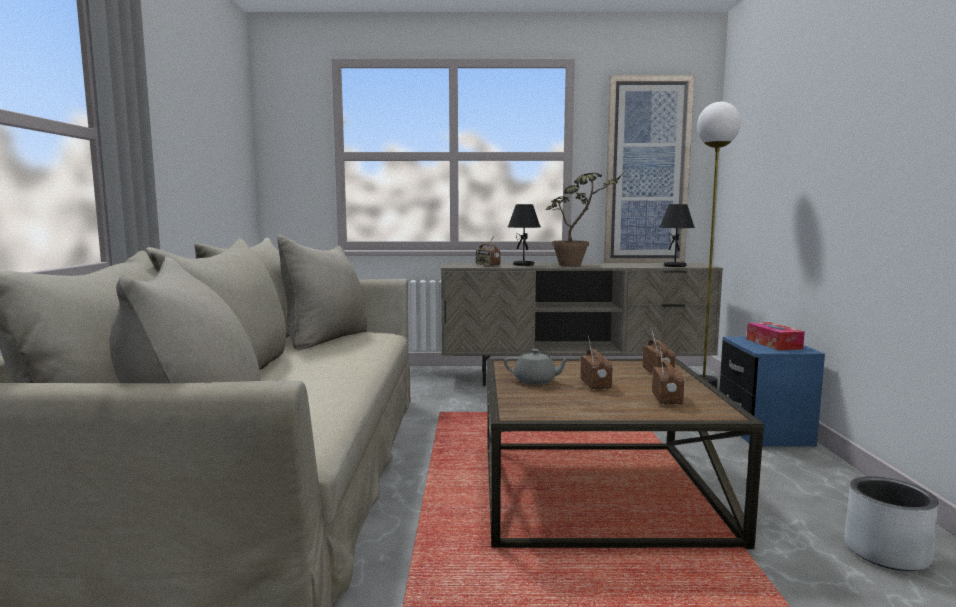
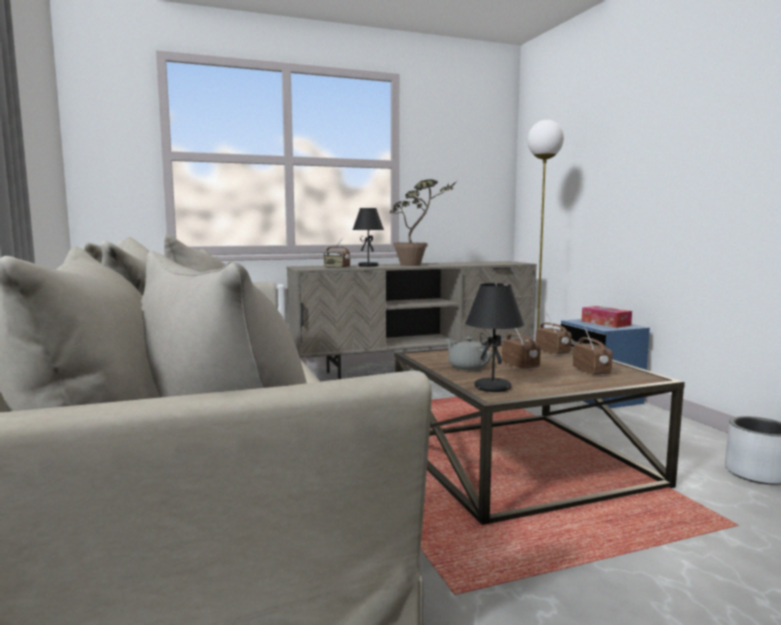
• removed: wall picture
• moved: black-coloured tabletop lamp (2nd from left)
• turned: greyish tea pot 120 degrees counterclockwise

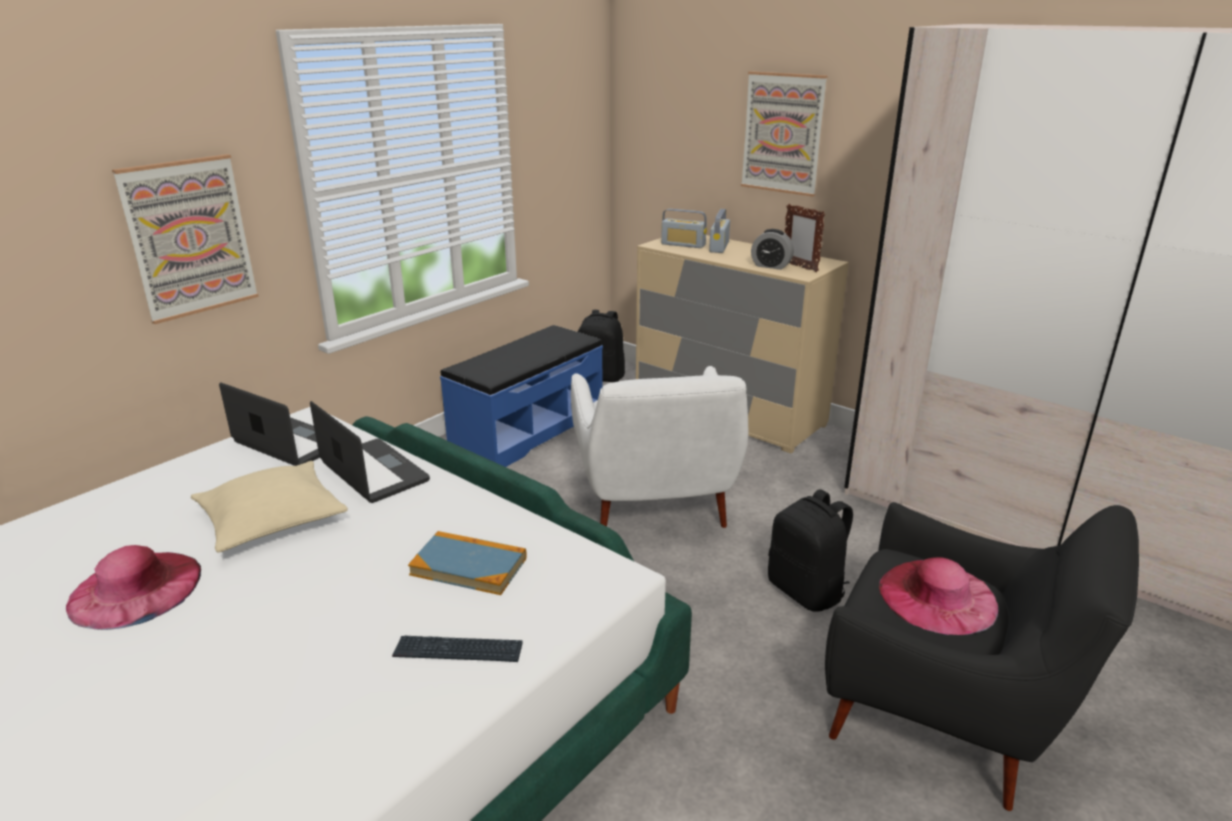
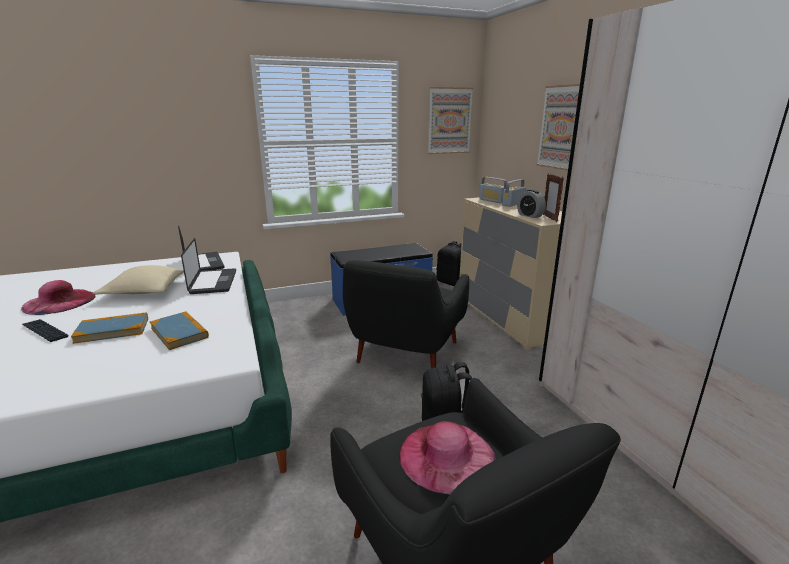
• added: bound book (1st from left)
• moved: wall picture (1st from left)
• moved: PC keyboard
• recoloured: whitish easy chair to black-coloured easy chair (1st from left)

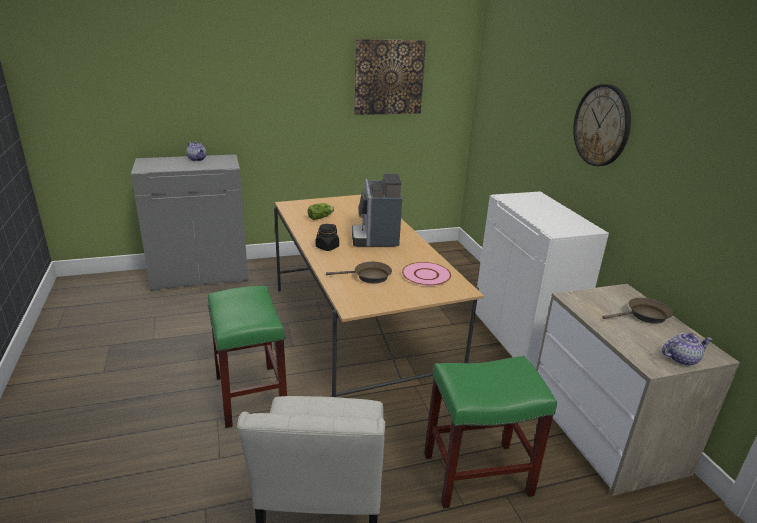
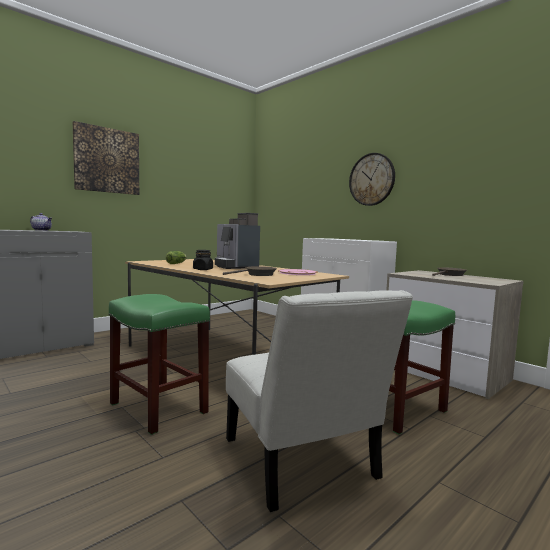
• removed: tea pot (2nd from left)
• moved: wall picture

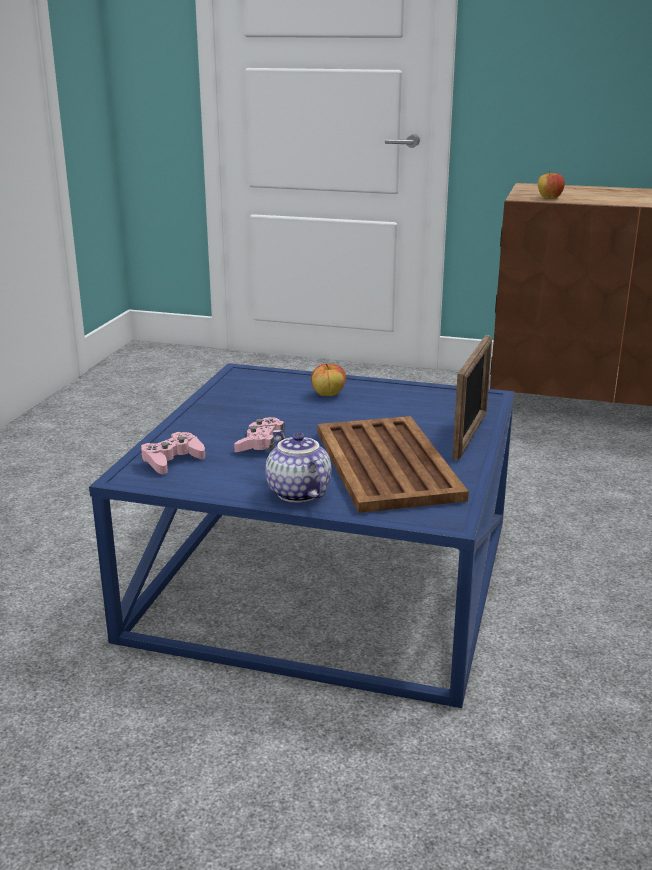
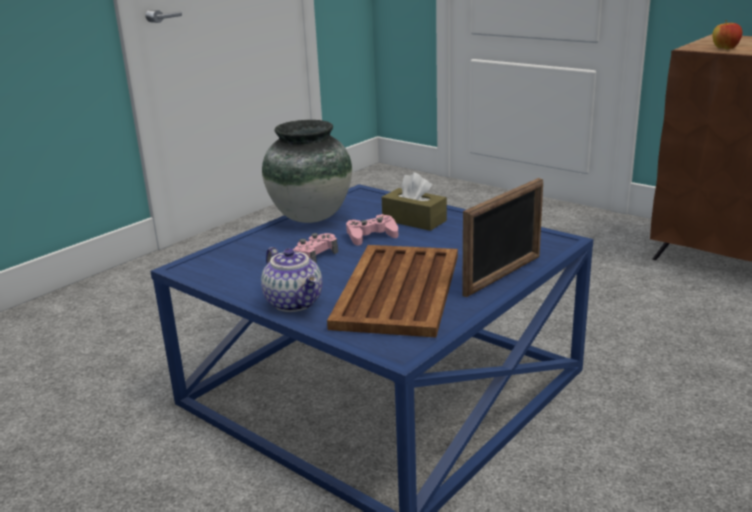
• added: decorative vase
• moved: pink game controller (1st from left in the first image) to pink game controller (2nd from left)
• replaced: whole apple (1st from left) to brownish box of tissues
• turned: tea pot 150 degrees clockwise

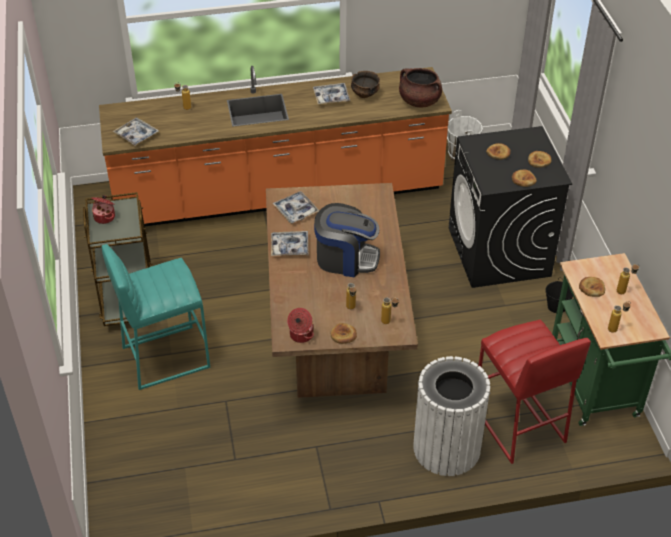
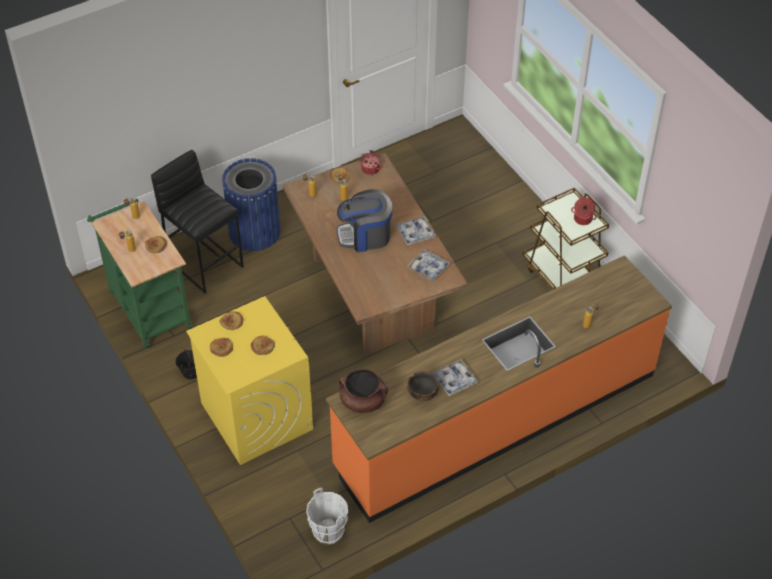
• removed: turquoise-coloured stool seat
• removed: serving tray (1st from left)
• recoloured: whitish waste bin to bluish waste bin
• recoloured: black-coloured laundry appliance to yellow laundry appliance
• recoloured: red stool seat to black-coloured stool seat

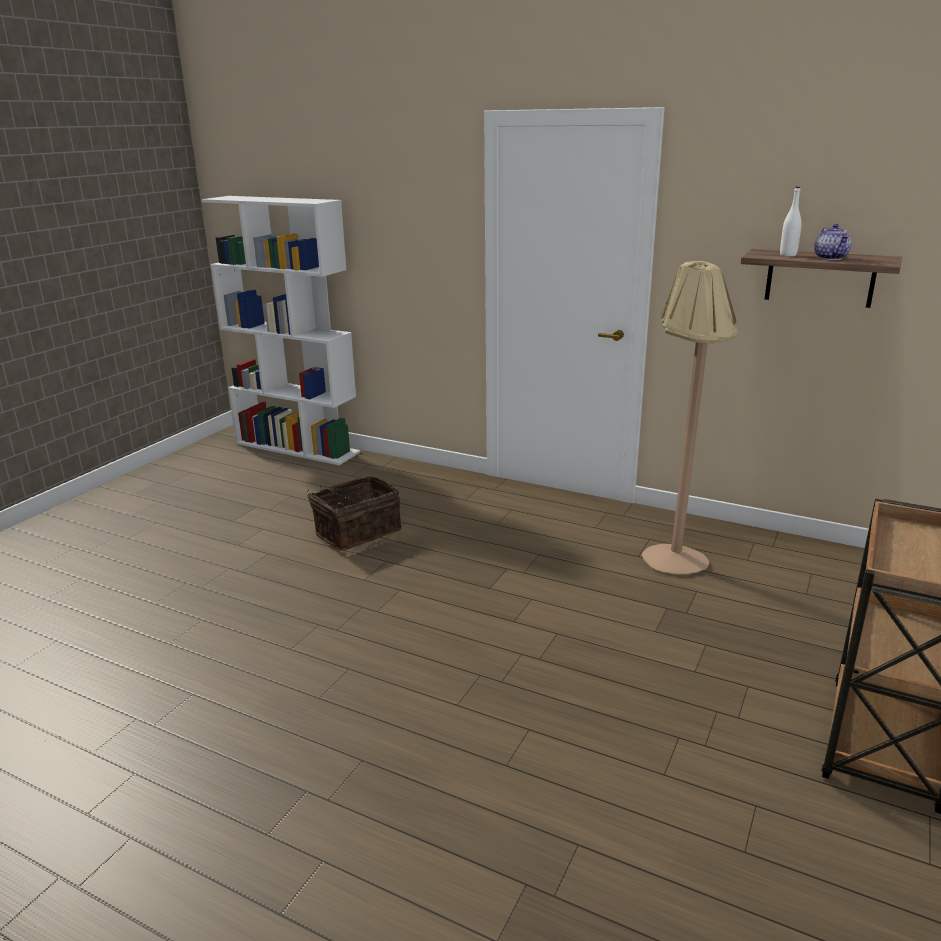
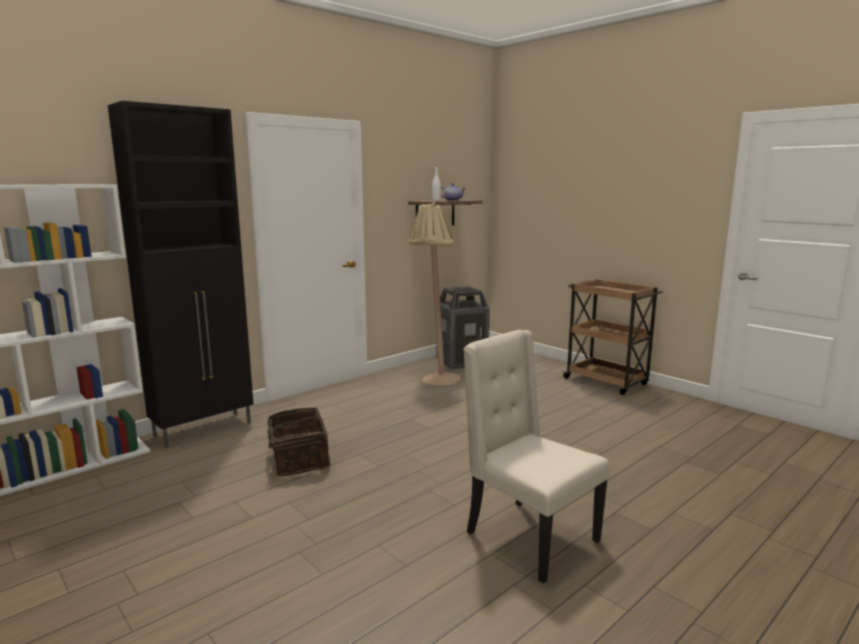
• added: black-coloured storage cabinet
• added: waste bin
• added: beige upright chair

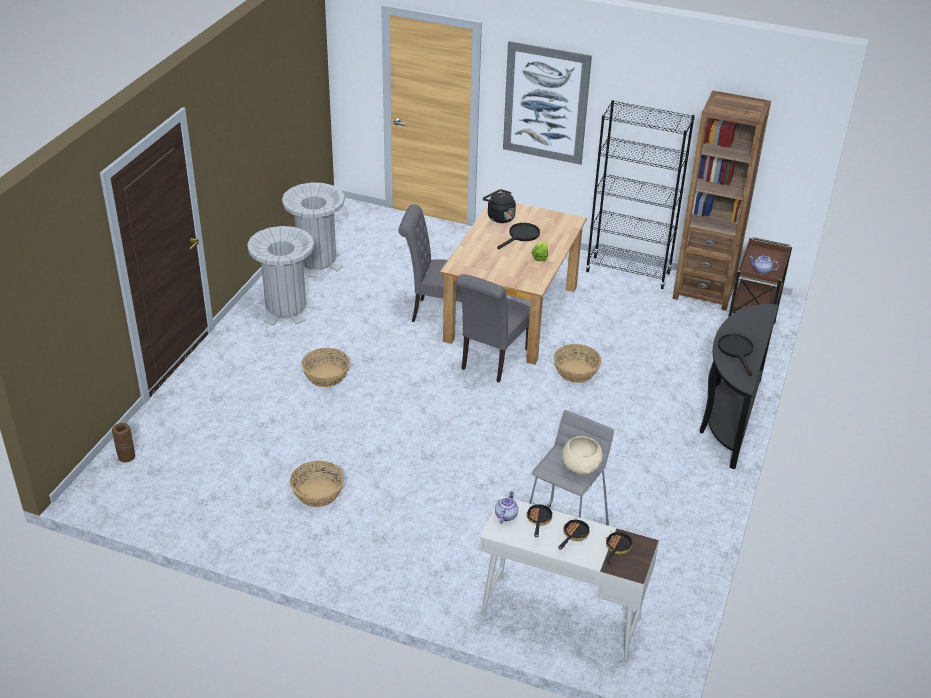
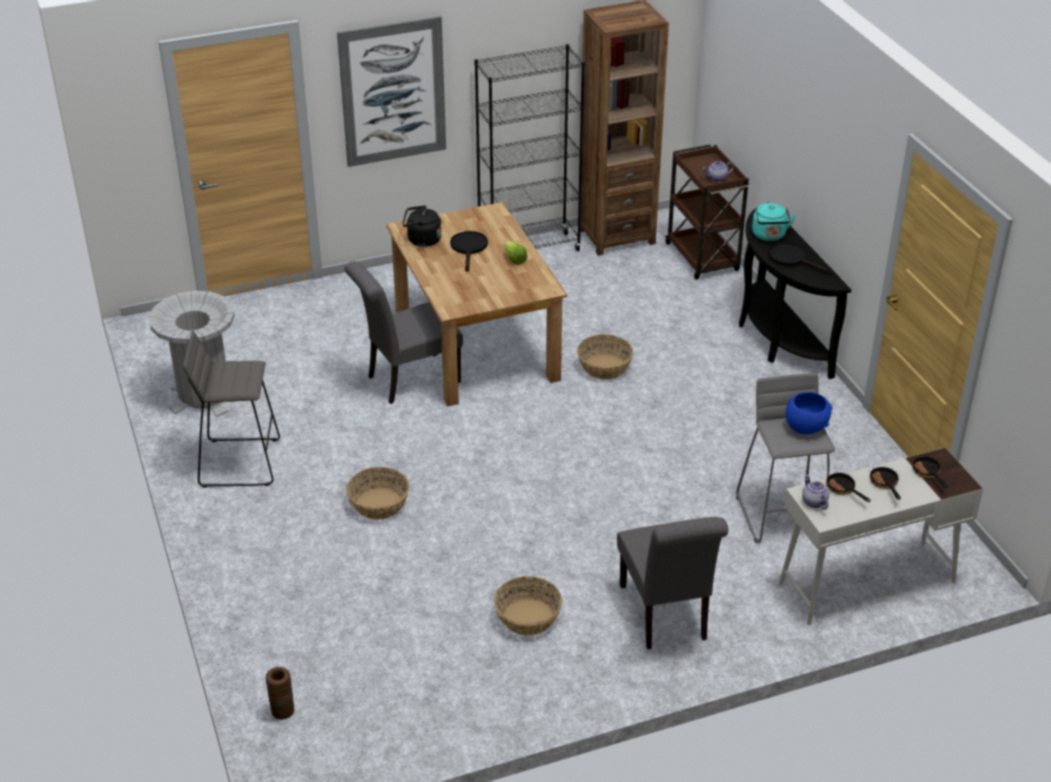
• added: turquoise-coloured water kettle
• moved: greyish upright chair (2nd from left)
• replaced: greyish waste bin (1st from left) to greyish stool seat (1st from left)
• recoloured: beige serving bowl to bluish serving bowl

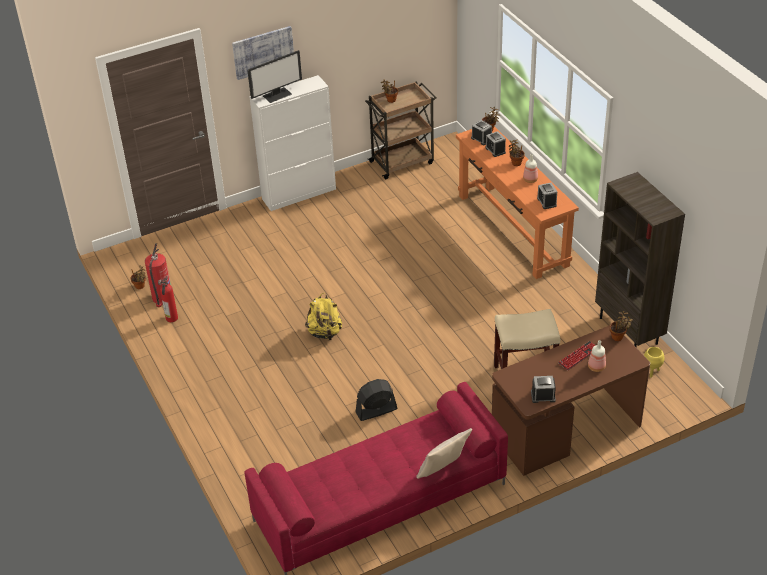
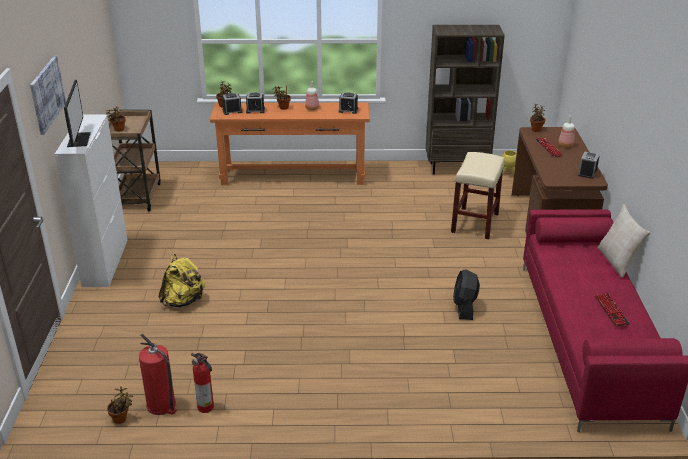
• added: PC keyboard (2nd from left)
• moved: yellow rucksack

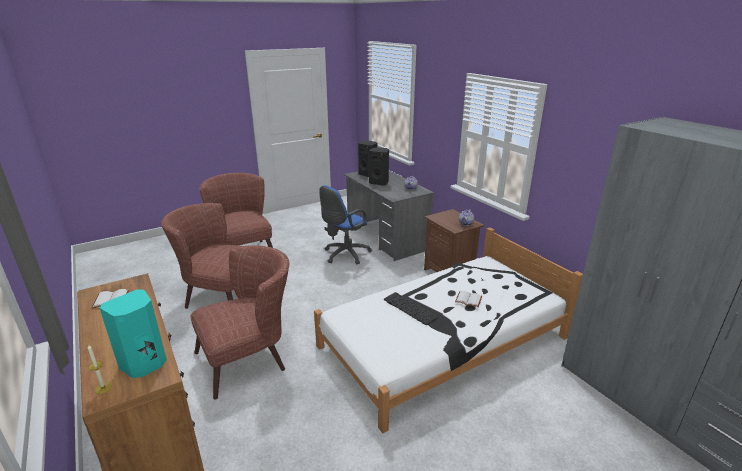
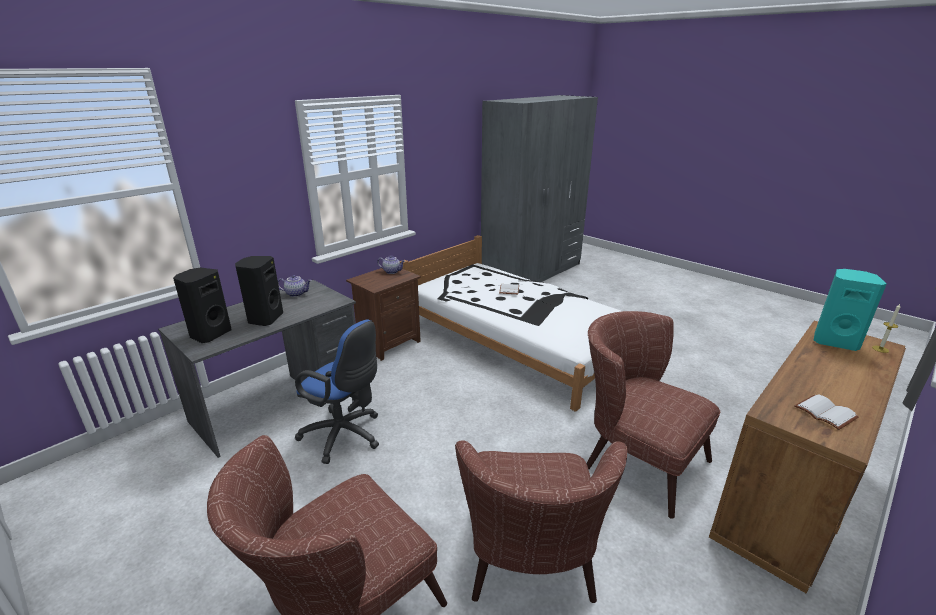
• removed: PC keyboard

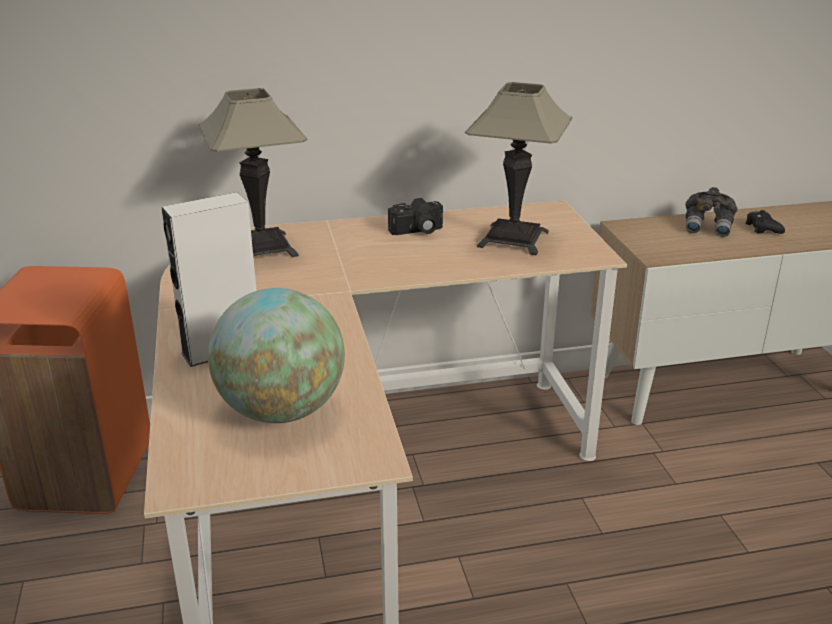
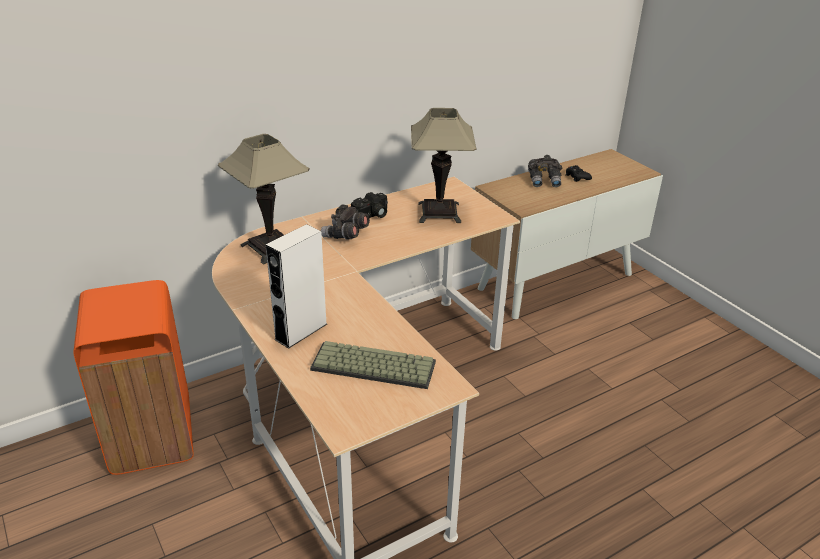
• added: greyish pair of binoculars (1st from left)
• replaced: desk globe to PC keyboard

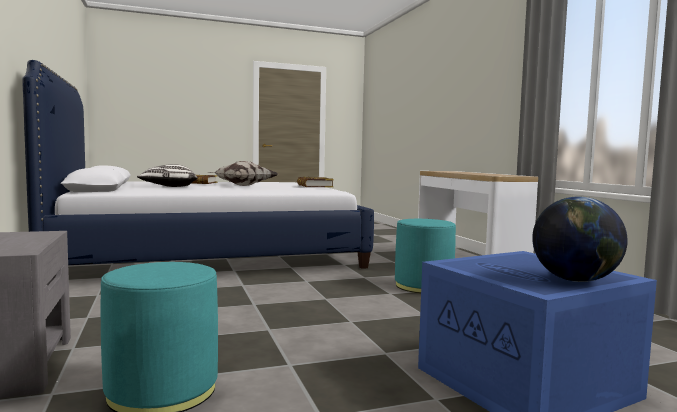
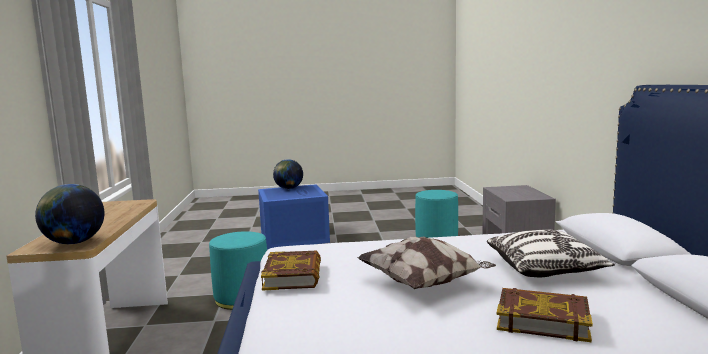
• added: desk globe (1st from left)

